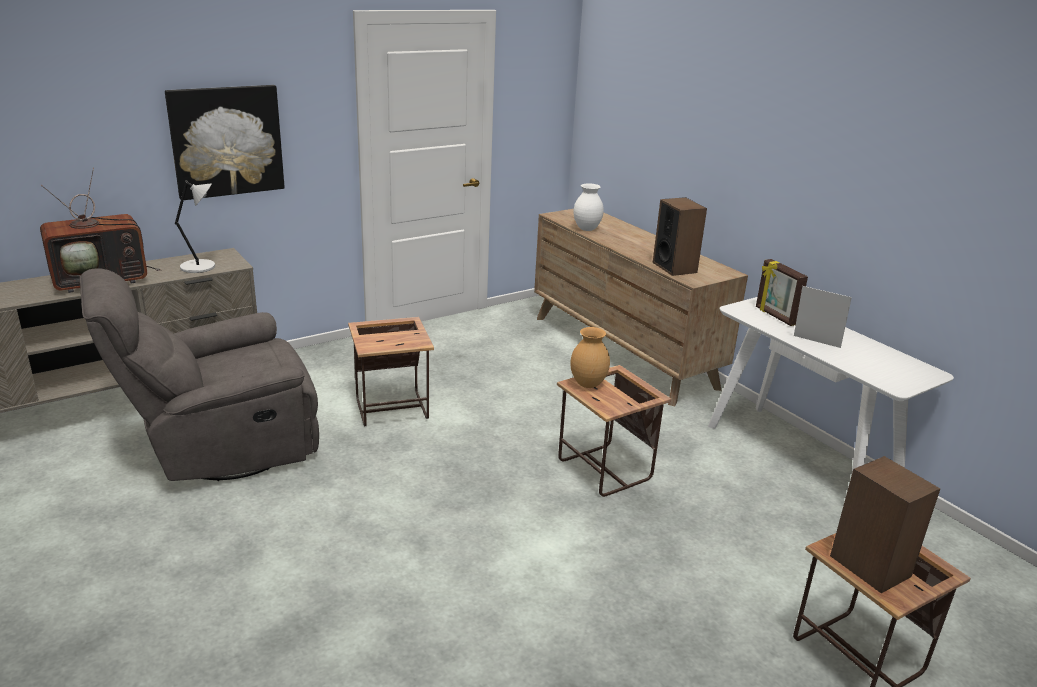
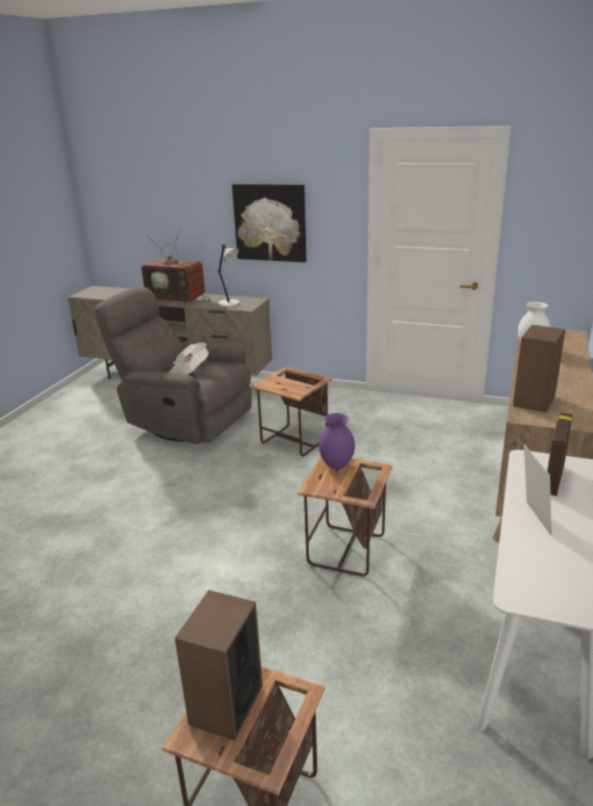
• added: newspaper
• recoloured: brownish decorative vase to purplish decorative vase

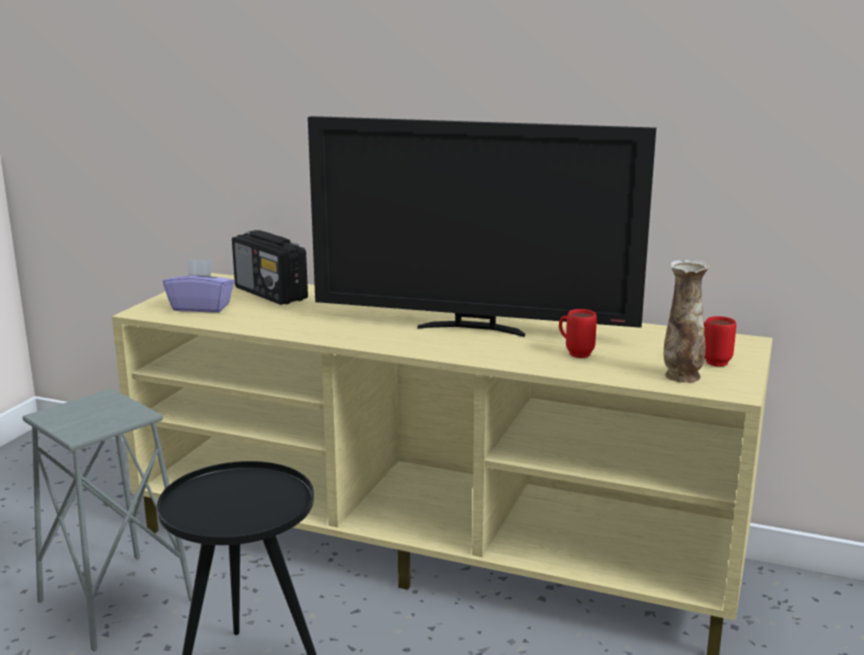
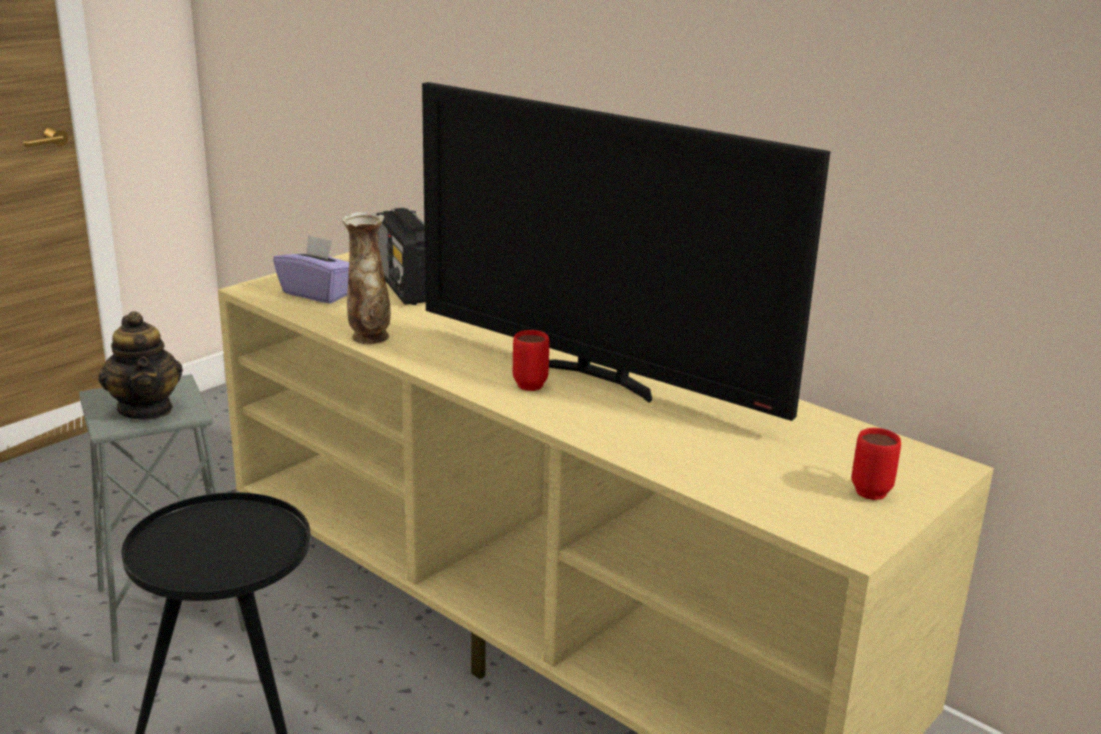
• added: tea pot
• moved: red tea mug (1st from left)
• moved: decorative vase

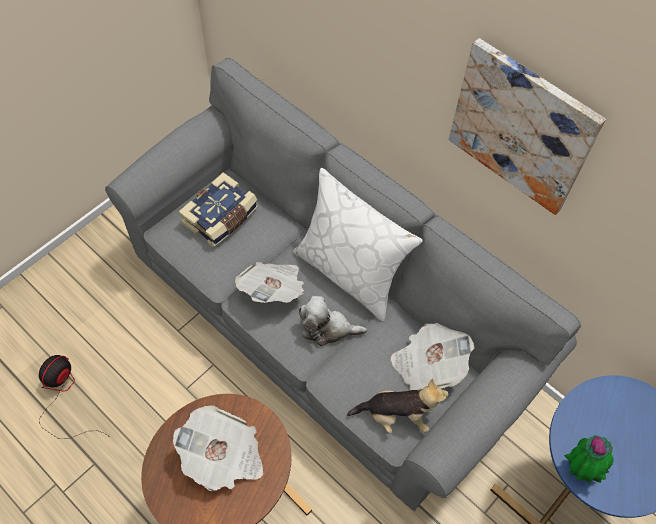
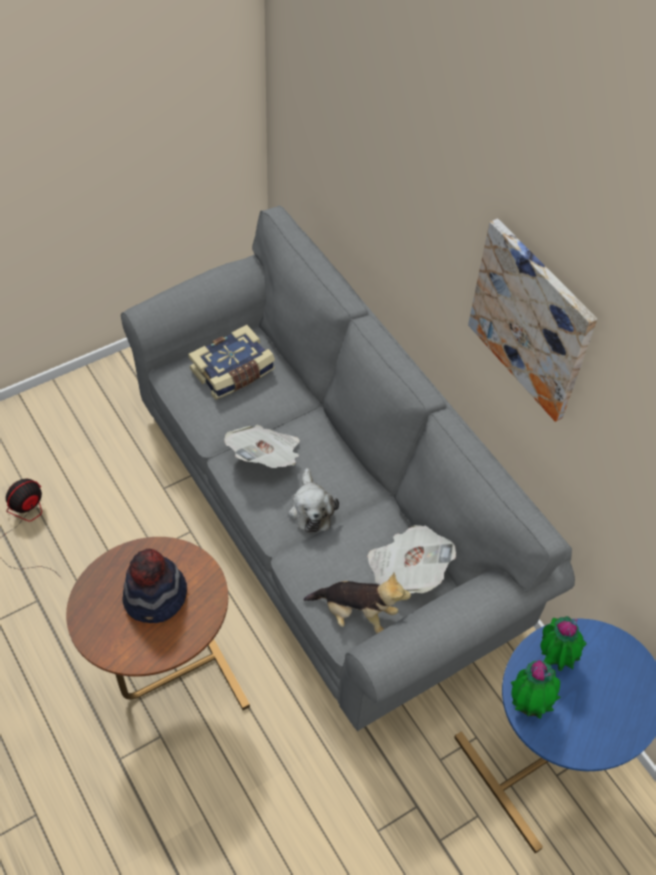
• removed: whitish throw pillow
• added: potted plant (2nd from left)
• replaced: newspaper (1st from left) to clothing hat
• turned: plush toy (1st from left) 120 degrees counterclockwise

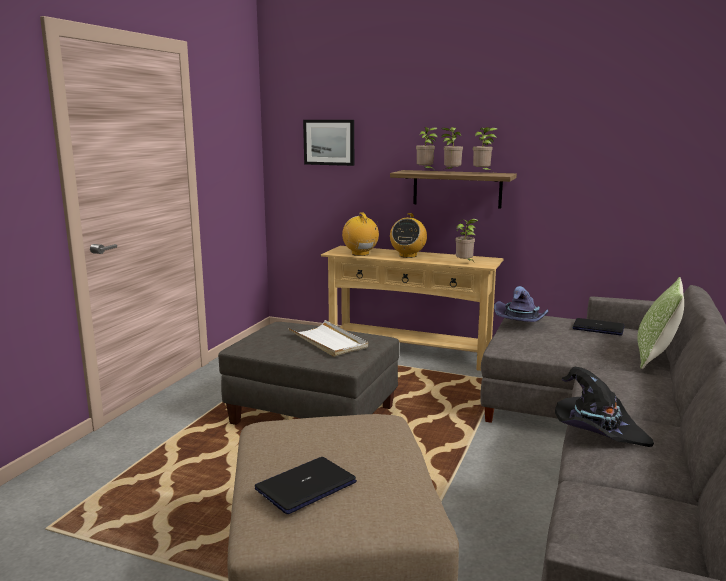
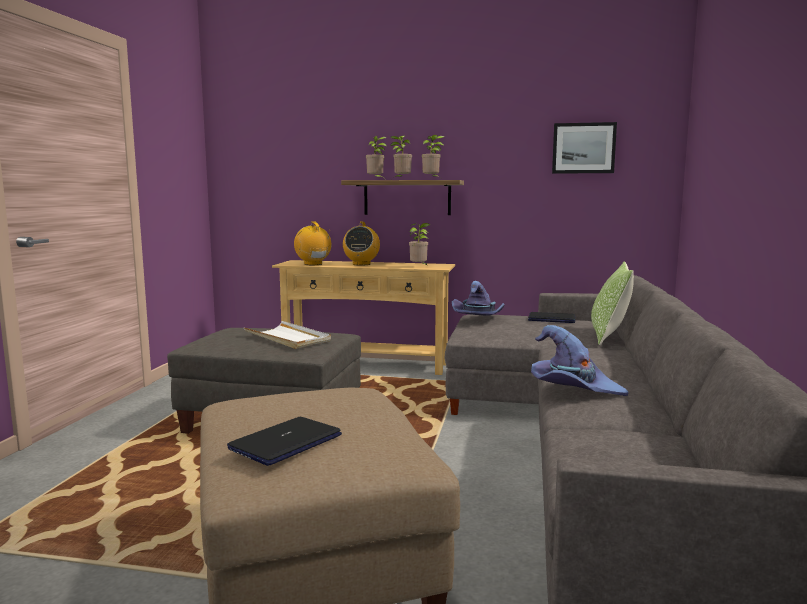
• moved: wall picture
• recoloured: black-coloured clothing hat to purplish clothing hat (2nd from left)

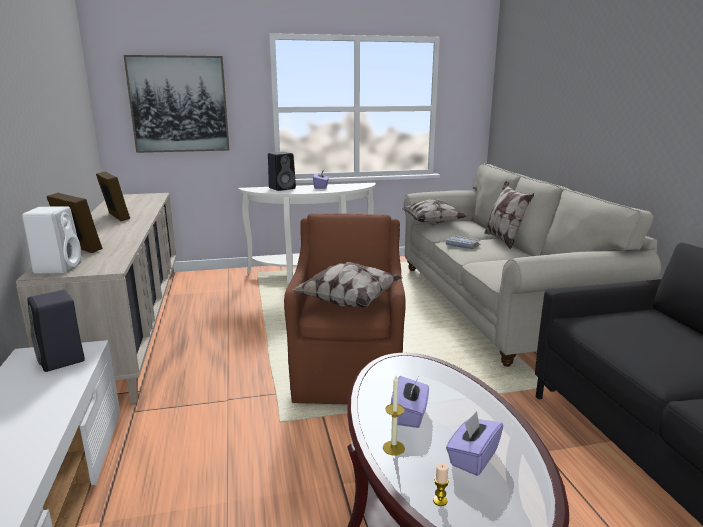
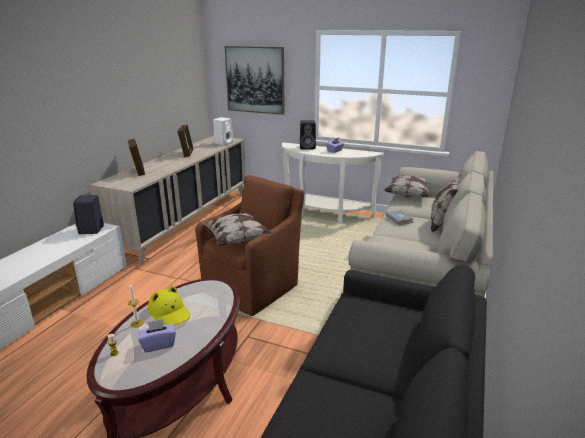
• moved: whitish audio speaker
• replaced: purplish box of tissues (2nd from left) to yellow clothing hat

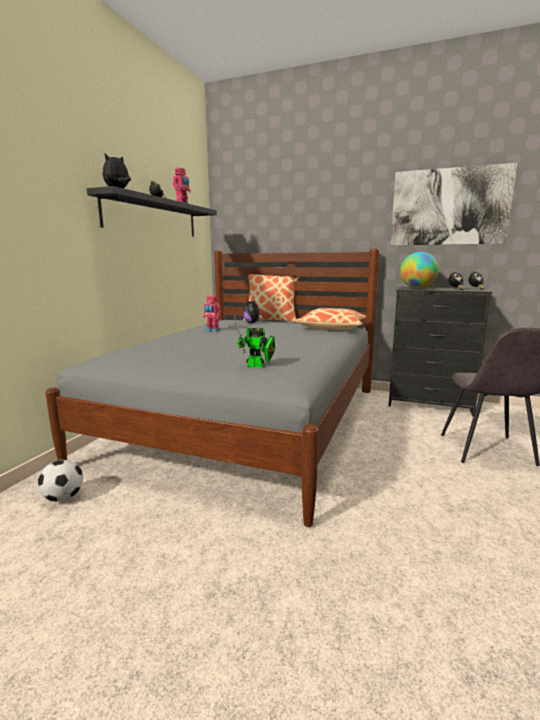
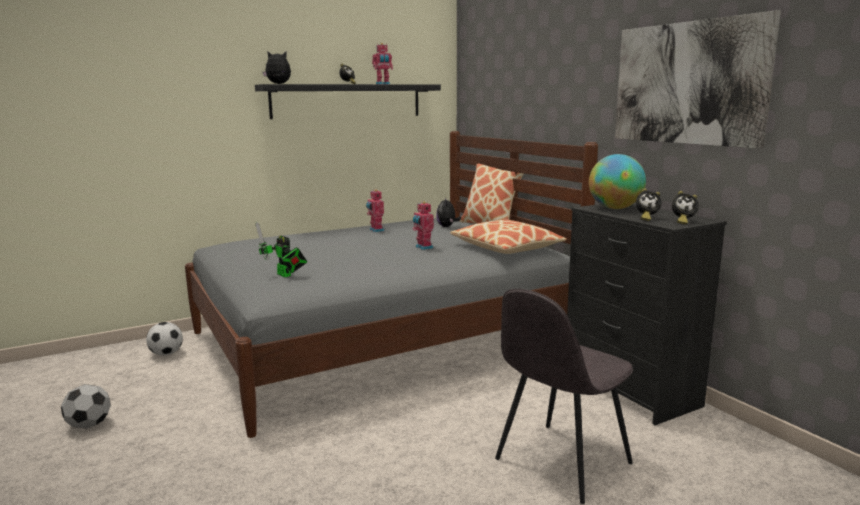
• added: football (1st from left)
• added: toy robot (4th from left)

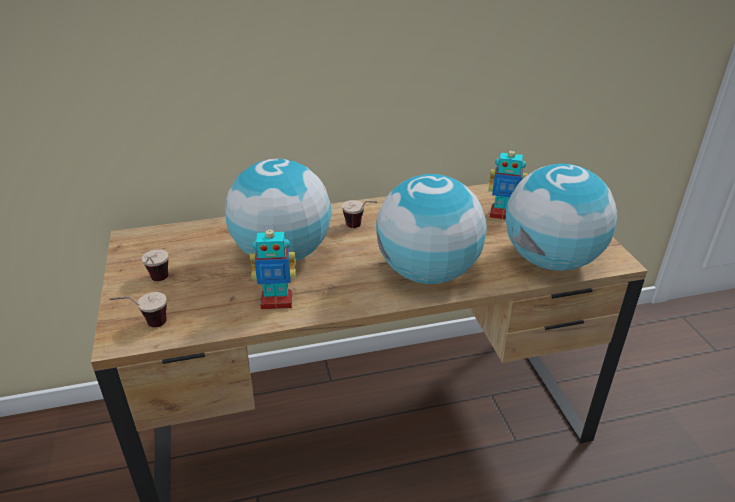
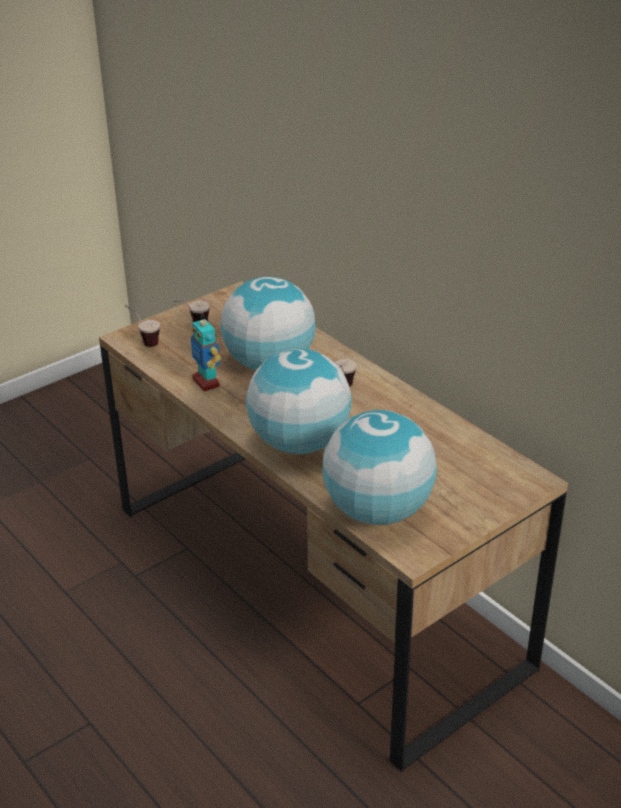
• removed: toy robot (2nd from left)

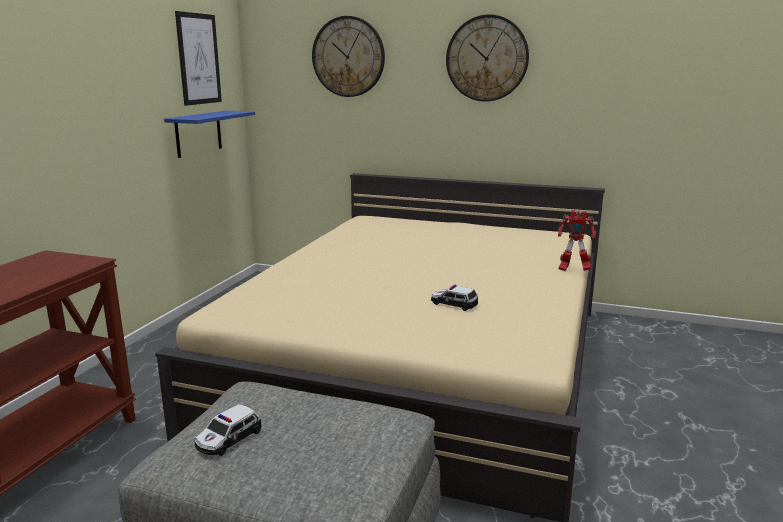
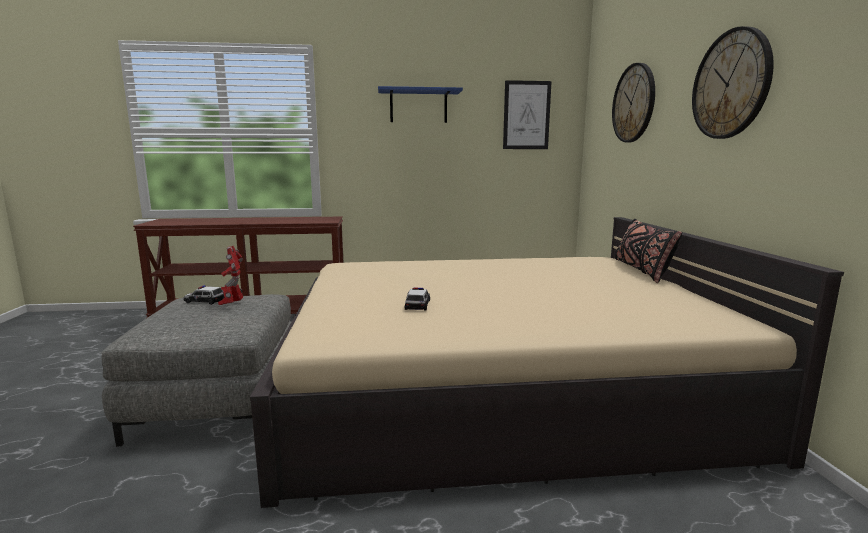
• added: black-coloured throw pillow
• moved: bluish wall shelf
• moved: toy robot

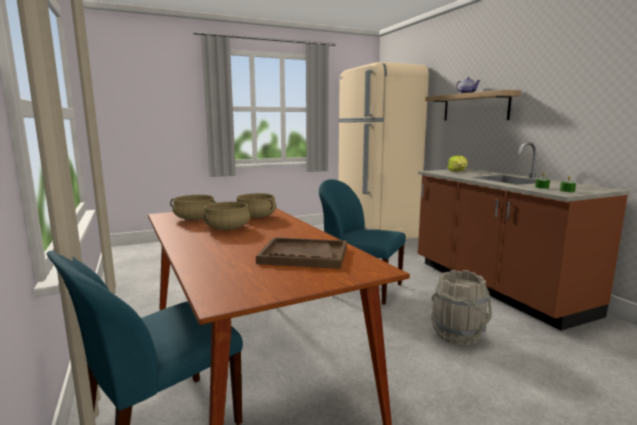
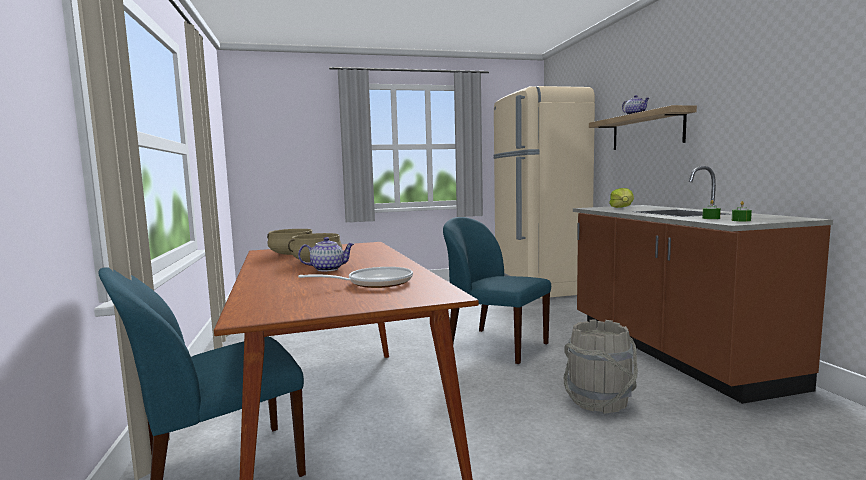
• removed: beige saucepot (3rd from left)
• added: tea pot (1st from left)
• replaced: brownish serving tray to skillet

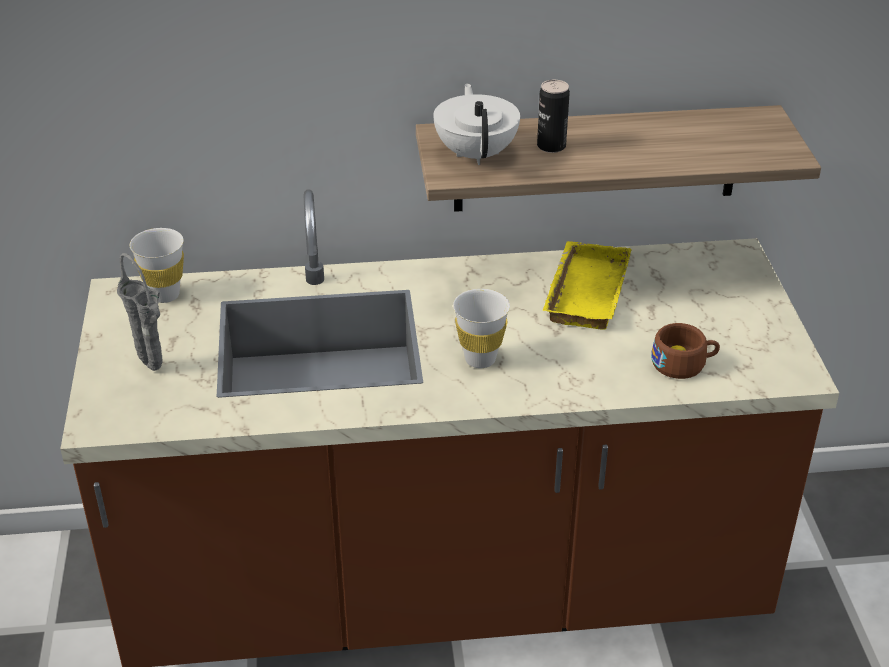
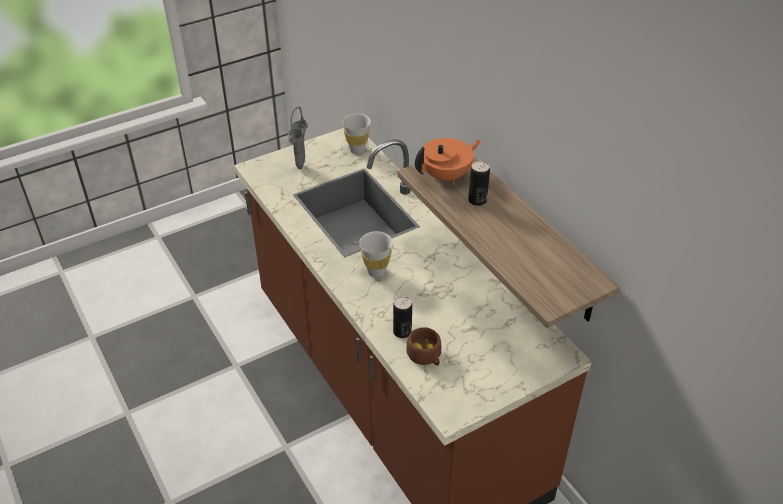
• removed: yellow serving tray
• added: can (1st from left)
• recoloured: whitish tea pot to orange tea pot

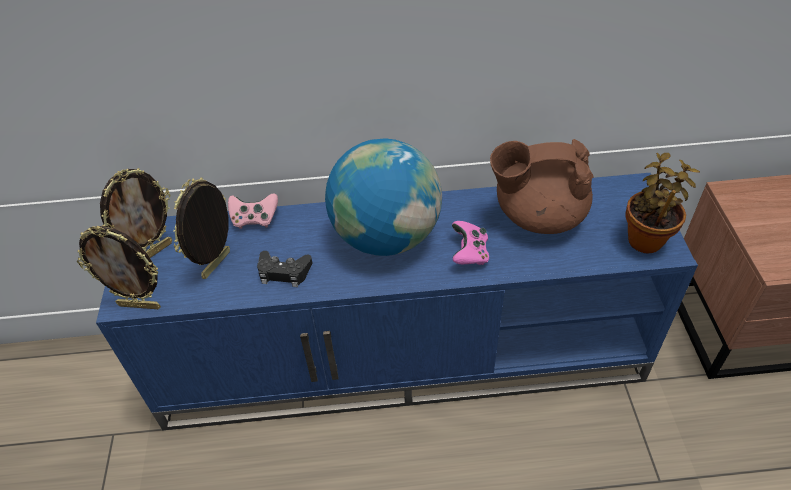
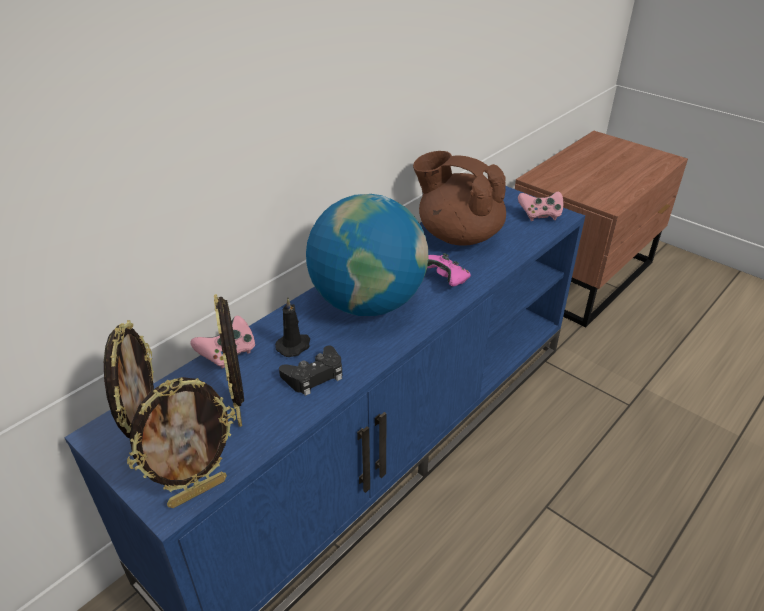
• added: black-coloured candle
• replaced: potted plant to pink game controller (3rd from left)
• turned: brownish tea pot 75 degrees clockwise

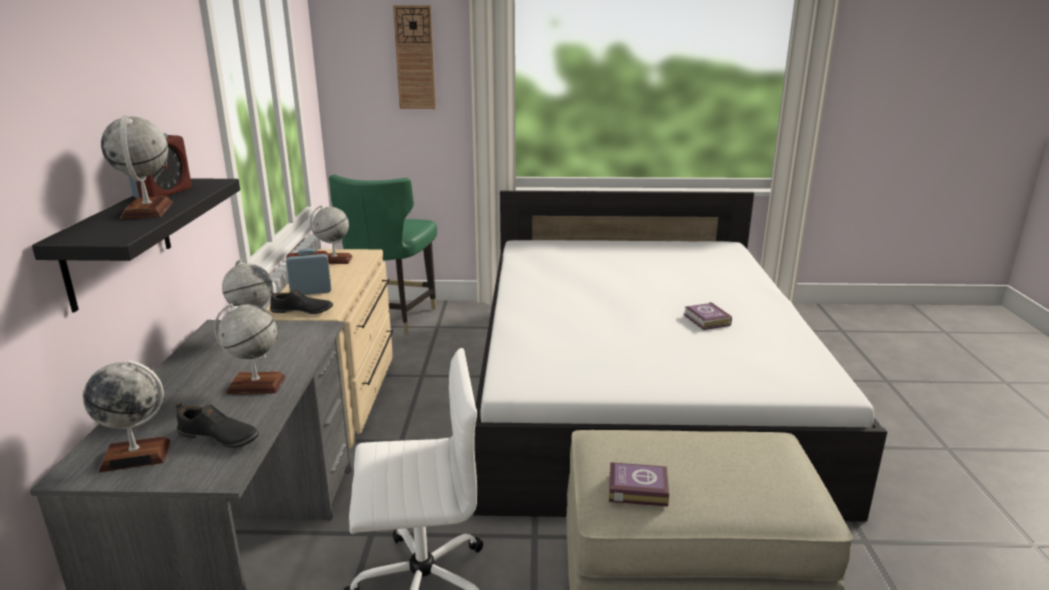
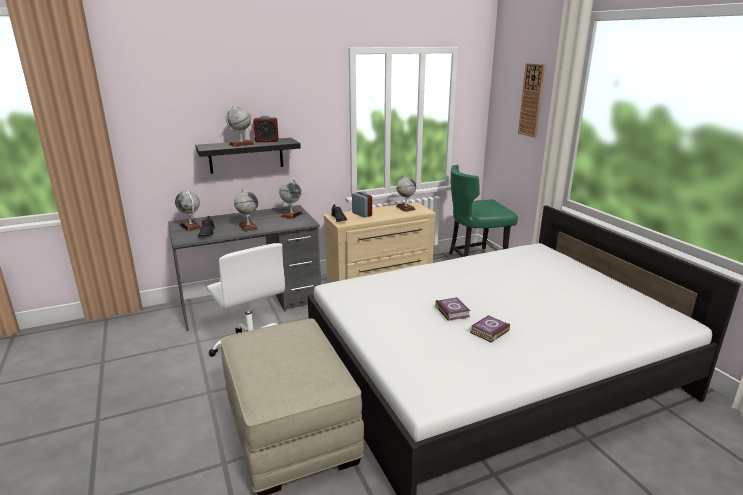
• moved: bound book (1st from left)

